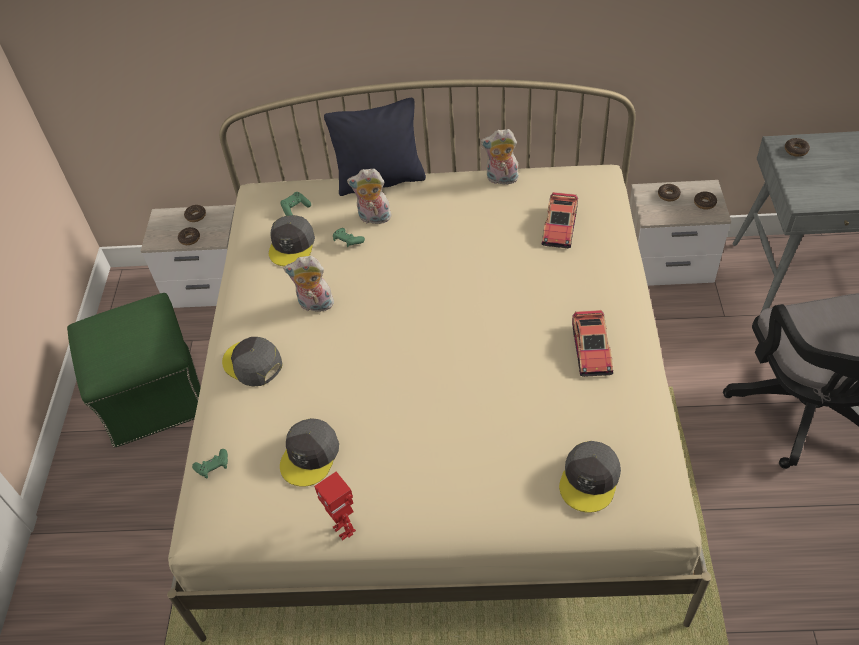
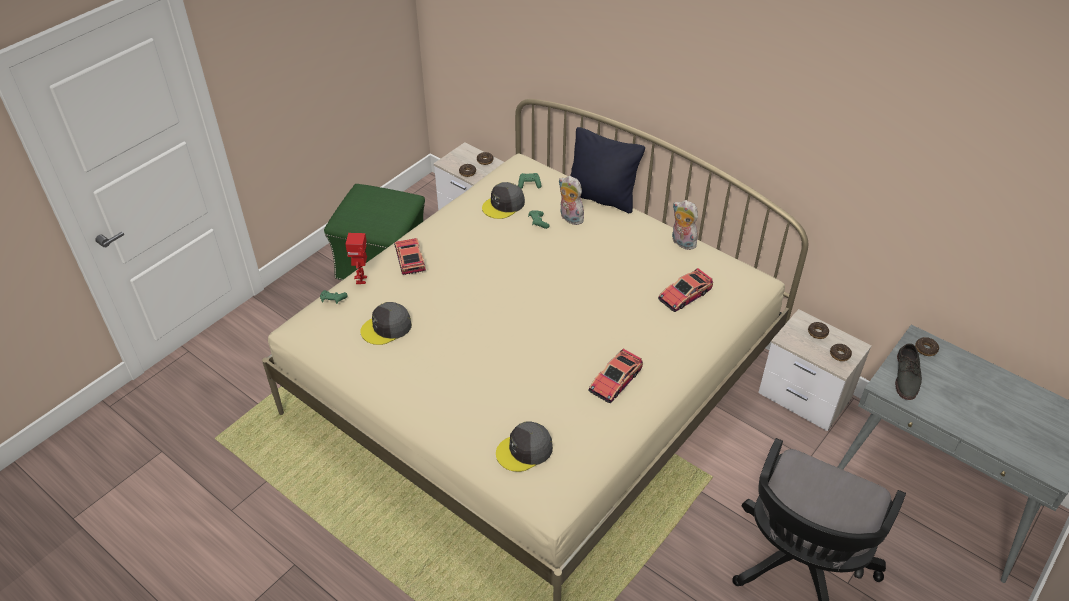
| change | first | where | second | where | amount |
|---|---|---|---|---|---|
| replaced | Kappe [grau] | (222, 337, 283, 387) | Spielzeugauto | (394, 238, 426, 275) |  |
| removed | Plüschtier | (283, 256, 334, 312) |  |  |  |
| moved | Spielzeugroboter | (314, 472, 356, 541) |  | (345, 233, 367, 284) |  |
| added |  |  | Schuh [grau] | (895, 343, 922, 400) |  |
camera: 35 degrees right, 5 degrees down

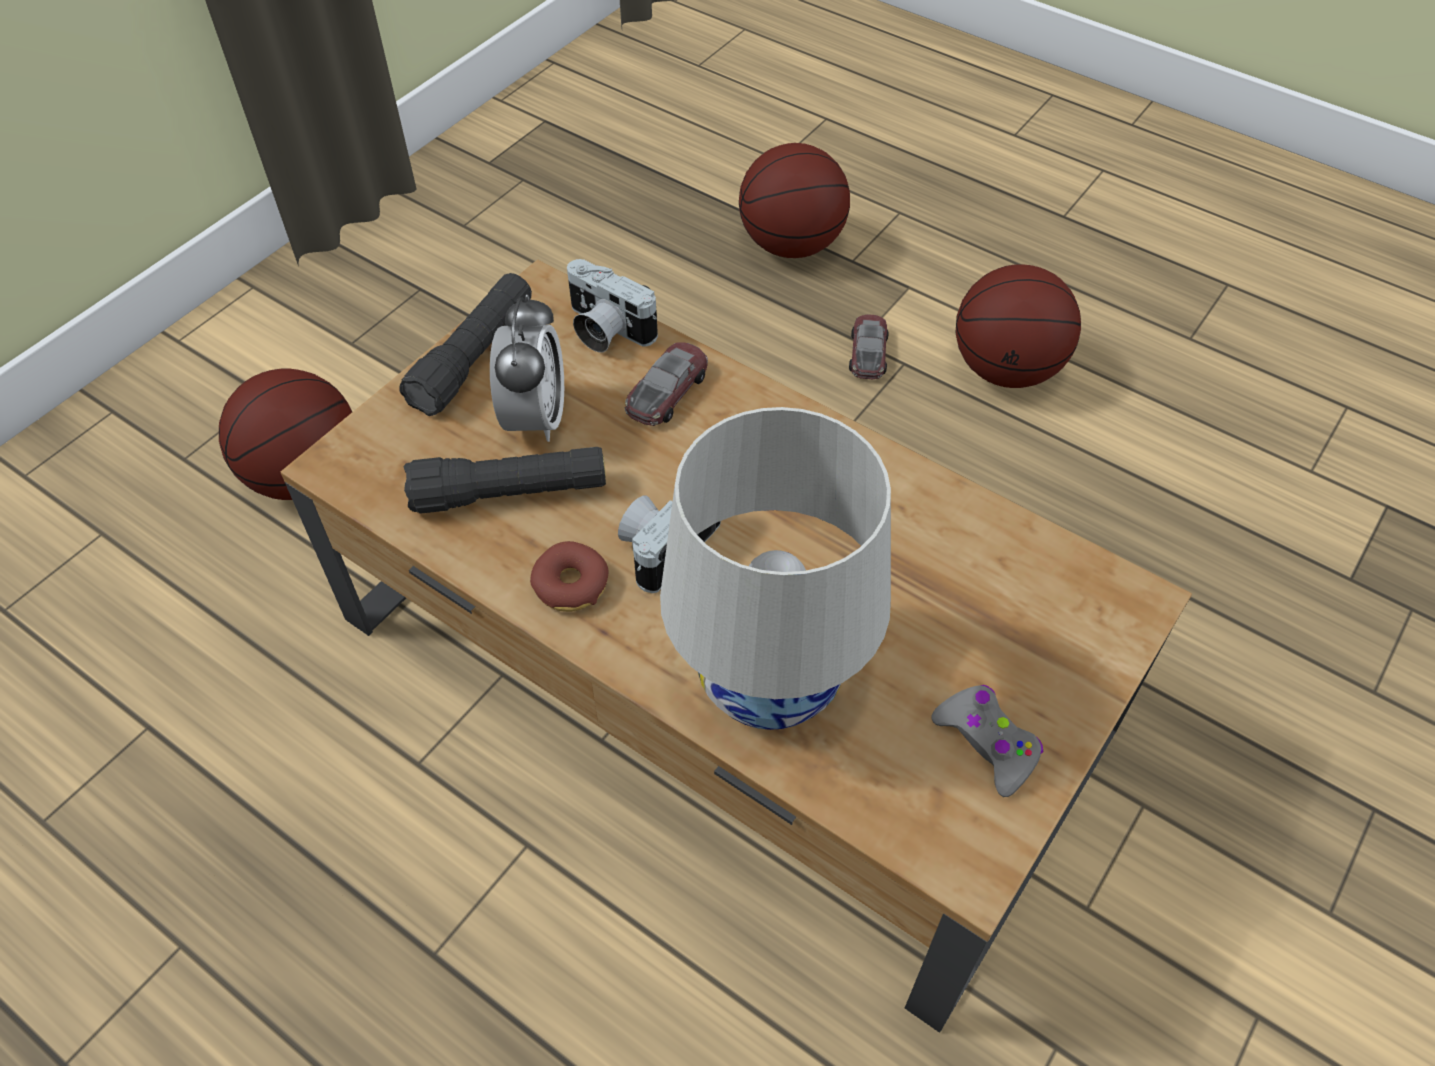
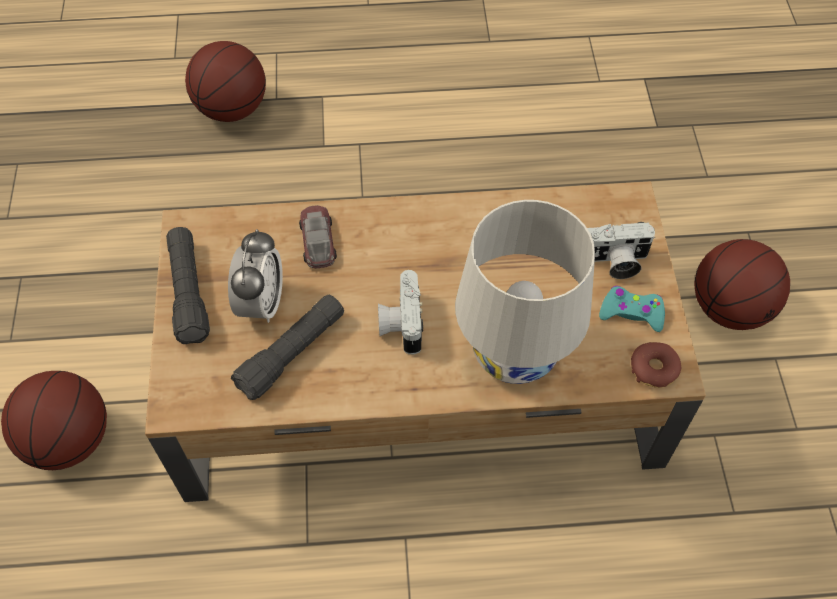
| change | first | where | second | where | amount |
|---|---|---|---|---|---|
| turned | Wecker | (490, 294, 564, 442) |  | (228, 229, 283, 323) | 45 degrees clockwise |
| moved | Donut | (530, 541, 608, 612) |  | (631, 342, 682, 388) |  |
| moved | Kamera | (567, 259, 658, 353) |  | (587, 222, 655, 279) |  |
| removed | Spielzeugauto | (849, 314, 889, 379) |  |  |  |
| recoloured | Gamepad [grau] | (931, 685, 1044, 797) | Gamepad [türkis] | (599, 286, 665, 332) |  |
| moved | Basketball | (955, 264, 1081, 388) |  | (694, 239, 790, 330) |  |
camera: 40 degrees left, 5 degrees up

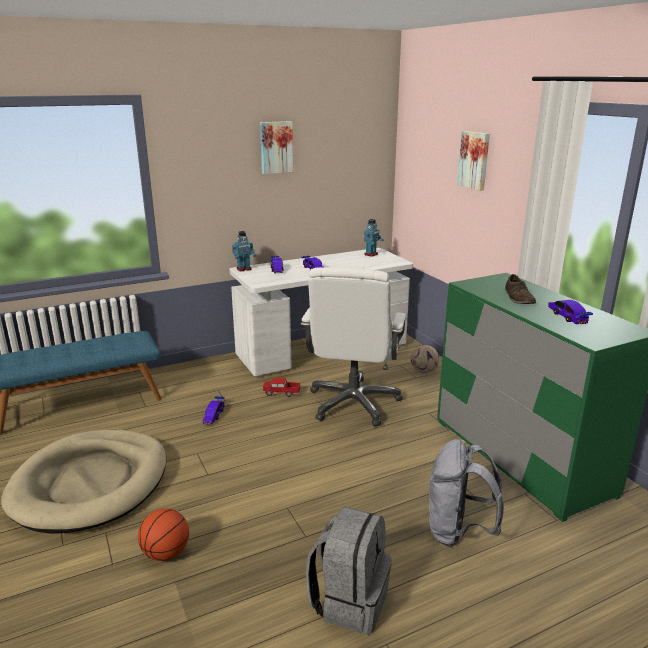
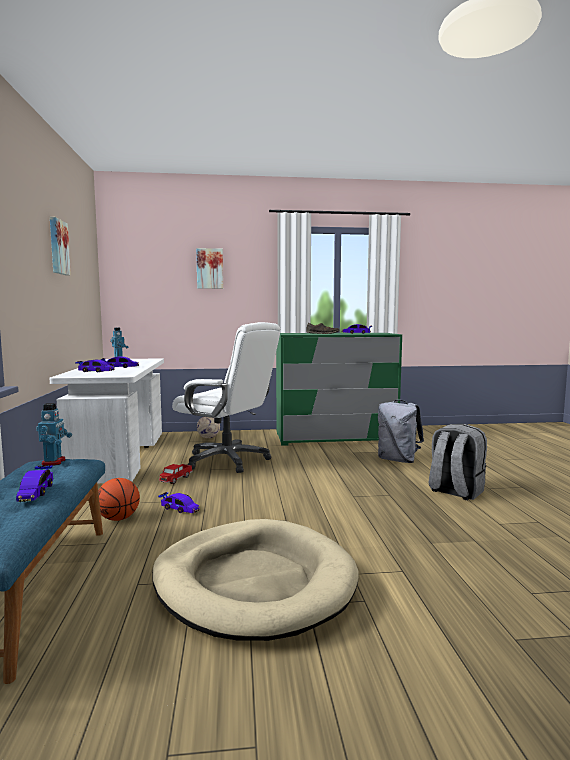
| change | first | where | second | where | amount |
|---|---|---|---|---|---|
| moved | Basketball | (138, 509, 189, 561) |  | (98, 478, 140, 521) |  |
| moved | Spielzeugroboter | (232, 231, 256, 271) |  | (36, 403, 72, 466) |  |
| added |  |  | Spielzeugauto | (16, 465, 53, 502) |  |
camera: 70 degrees left, 15 degrees down

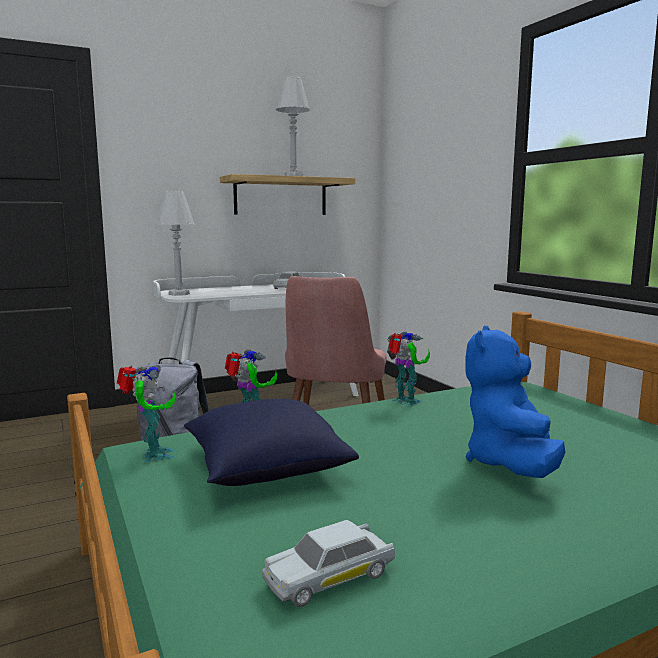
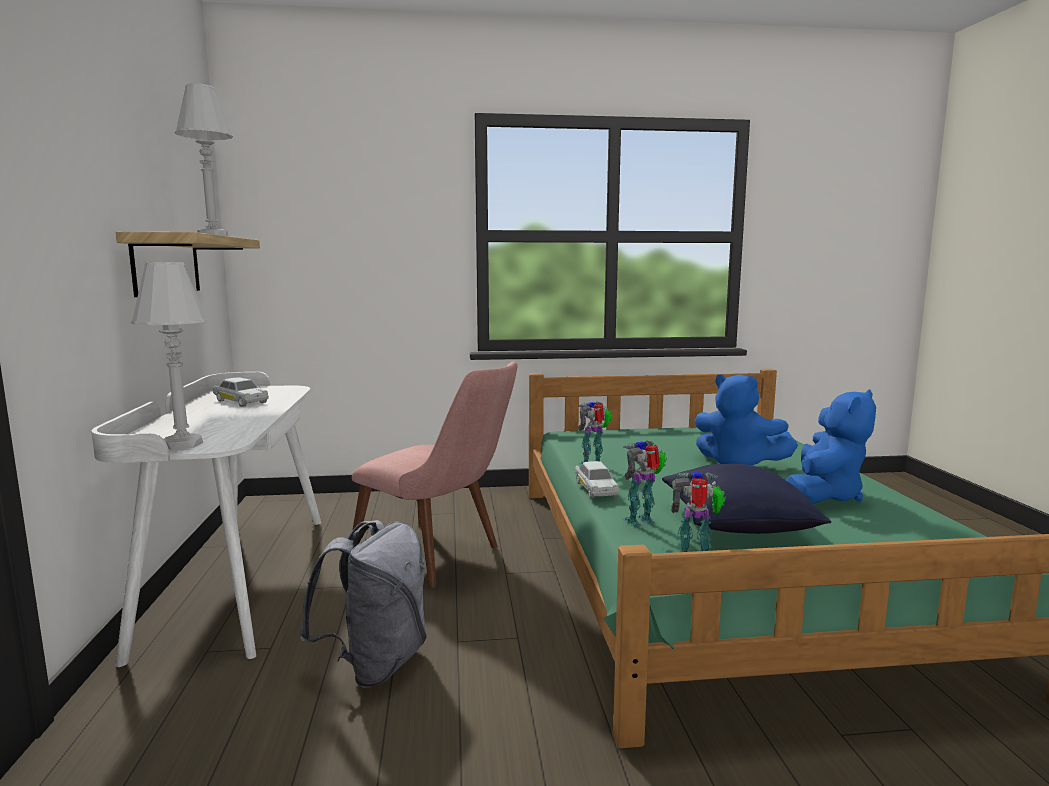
| change | first | where | second | where | amount |
|---|---|---|---|---|---|
| moved | Spielzeugauto [weiß] | (262, 520, 395, 607) |  | (575, 461, 619, 498) |  |
| added |  |  | Plüschtier [blau] | (786, 389, 876, 504) |  |
camera: 70 degrees left, 0 degrees up

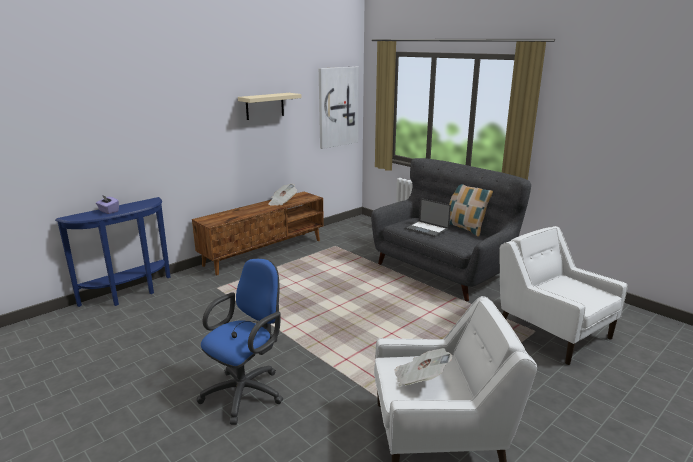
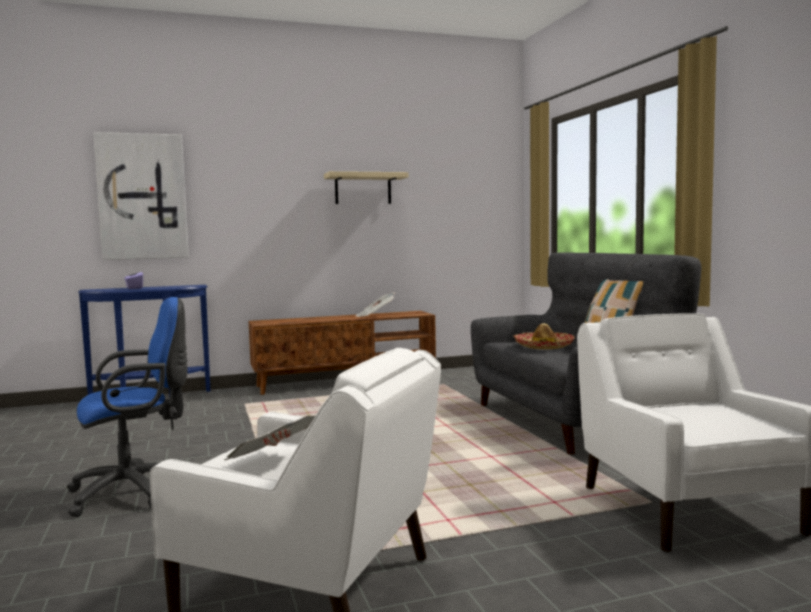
| change | first | where | second | where | amount |
|---|---|---|---|---|---|
| moved | Bild | (319, 66, 359, 149) |  | (93, 132, 189, 260) |  |
| replaced | Laptop | (405, 198, 451, 237) | Hut | (513, 323, 575, 349) |  |
camera: 25 degrees right, 15 degrees down

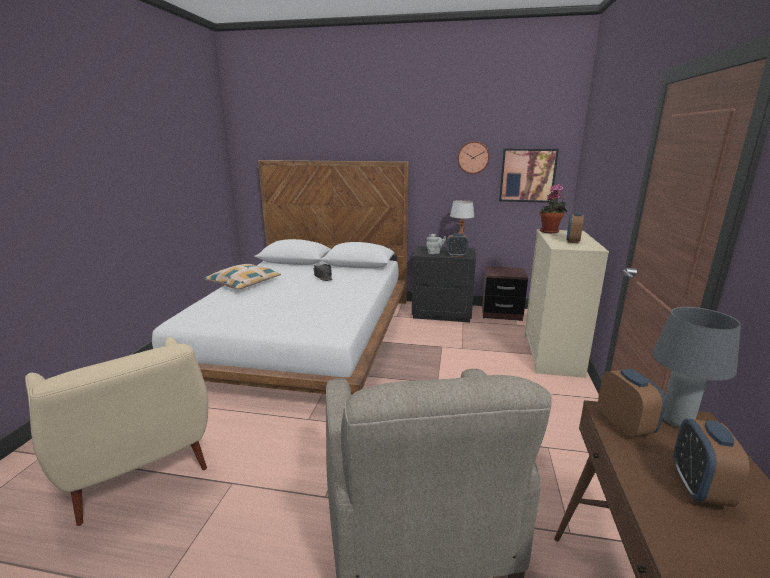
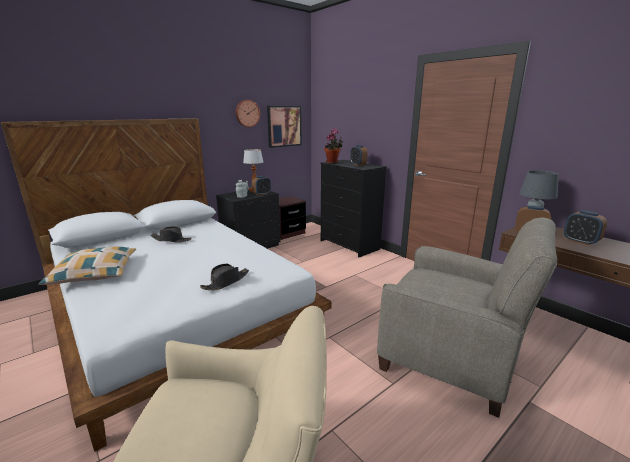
| change | first | where | second | where | amount |
|---|---|---|---|---|---|
| recoloured | Kommode [beige] | (524, 229, 609, 378) | Kommode [schwarz] | (320, 160, 387, 257) |  |
| added |  |  | Hut [schwarz] | (200, 264, 249, 290) |  |
camera: 50 degrees left, 0 degrees up

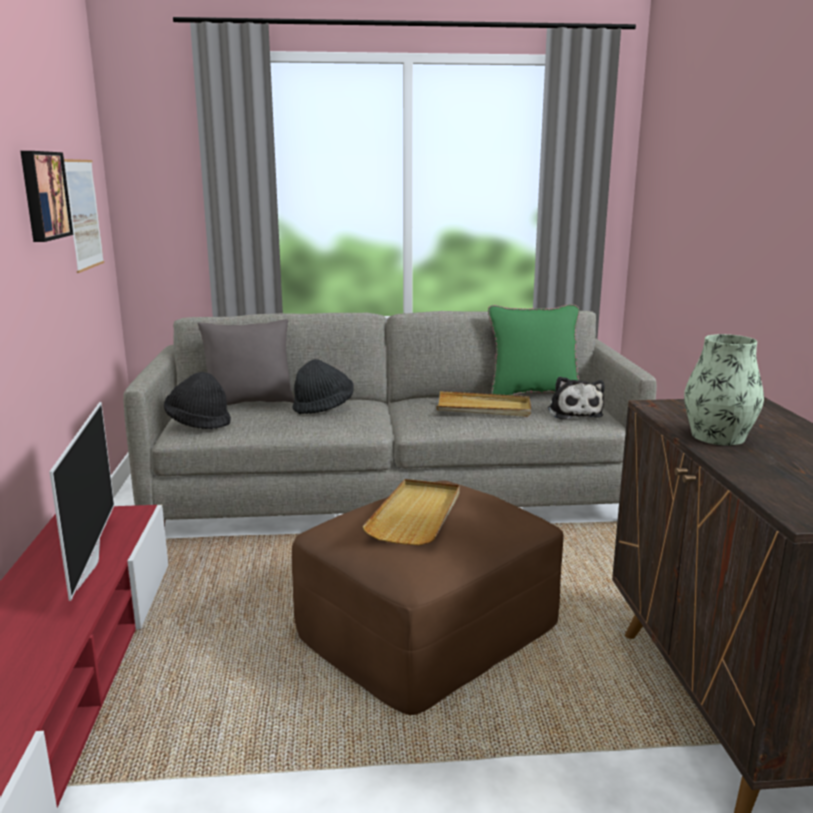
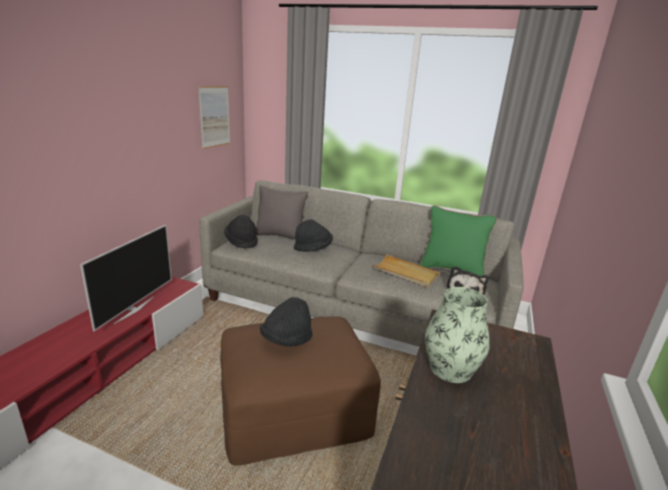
| change | first | where | second | where | amount |
|---|---|---|---|---|---|
| removed | Bild | (20, 151, 73, 242) |  |  |  |
| replaced | Tablett [beige] | (362, 479, 460, 546) | Hut [schwarz] | (260, 297, 312, 347) |  |
camera: 25 degrees right, 5 degrees up

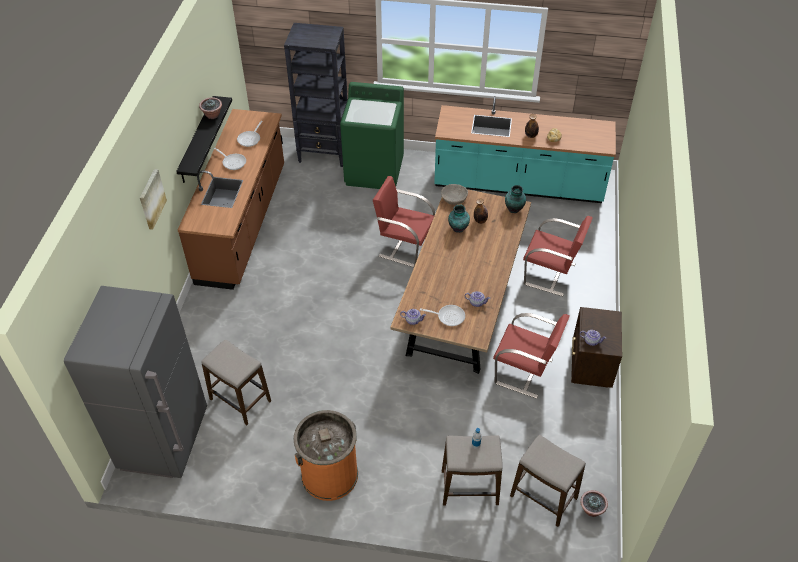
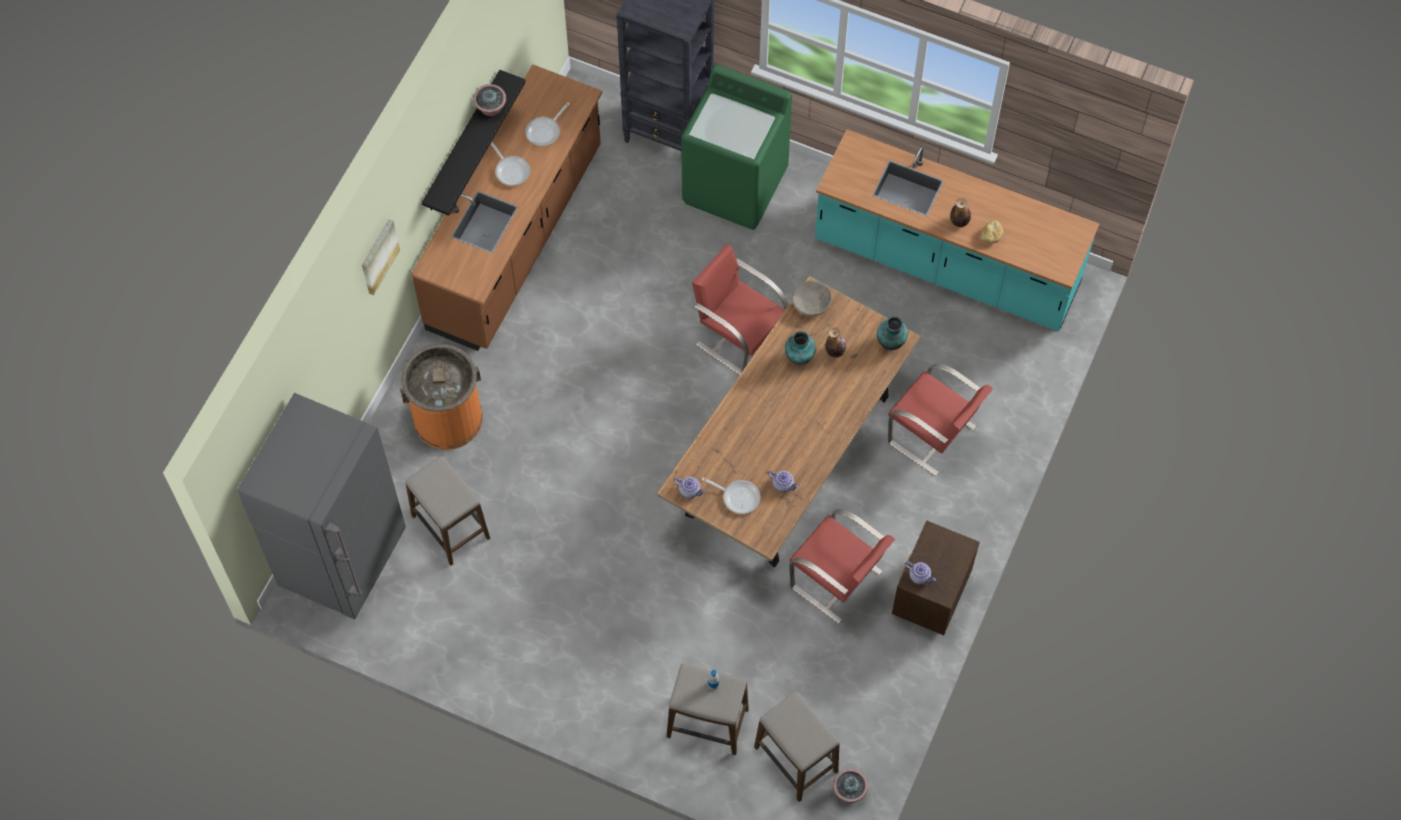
| change | first | where | second | where | amount |
|---|---|---|---|---|---|
| moved | Mülleimer [orange] | (294, 410, 358, 501) |  | (400, 344, 483, 450) |  |
camera: 15 degrees right, 15 degrees up

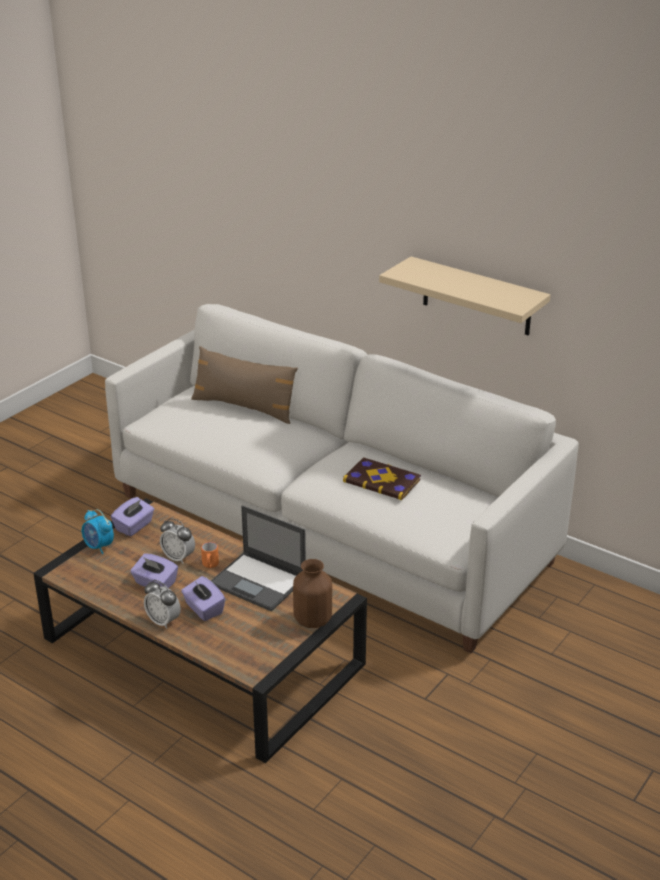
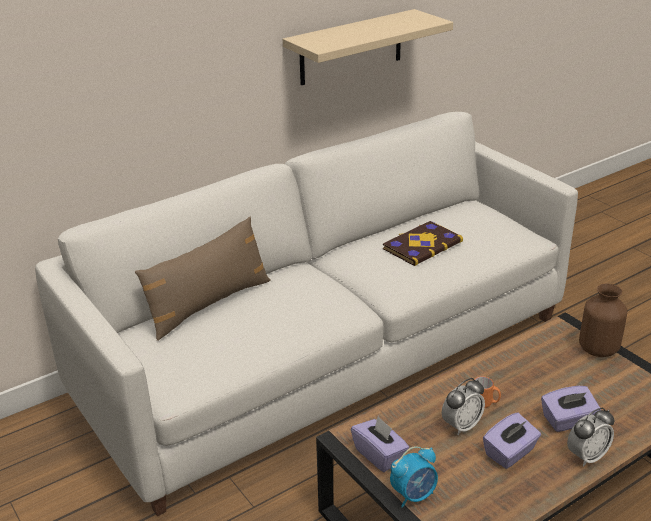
| change | first | where | second | where | amount |
|---|---|---|---|---|---|
| removed | Laptop | (211, 505, 306, 612) |  |  |  |
camera: 70 degrees left, 0 degrees up

